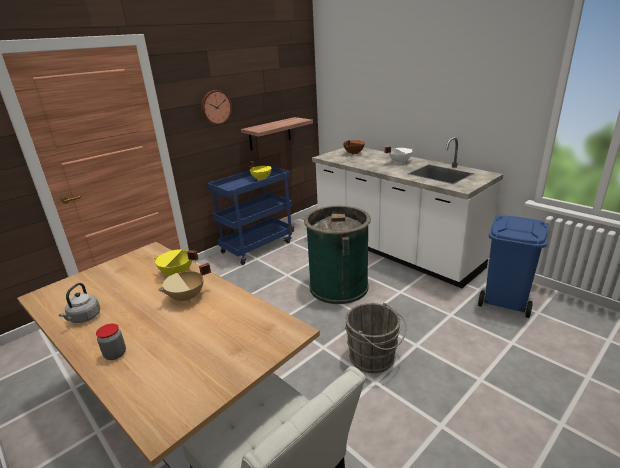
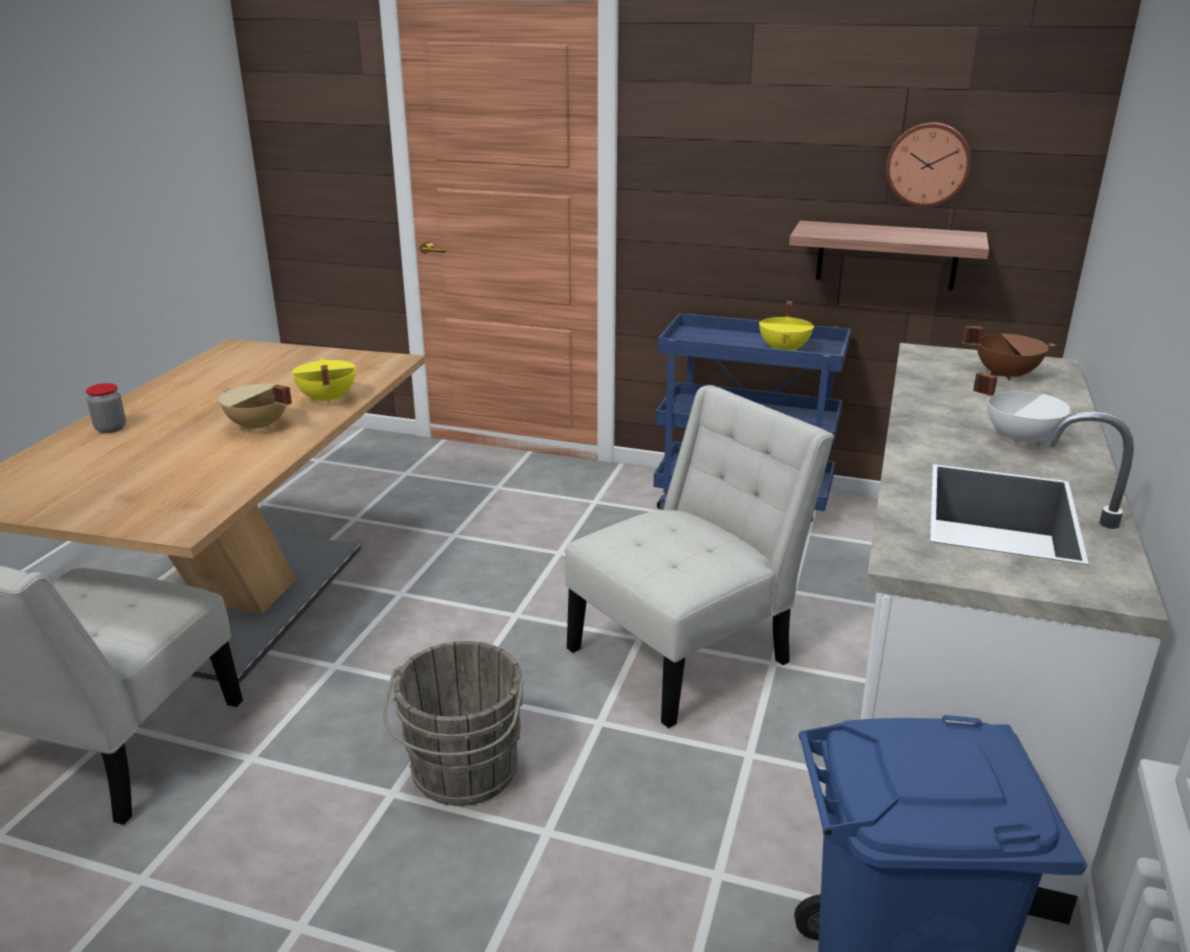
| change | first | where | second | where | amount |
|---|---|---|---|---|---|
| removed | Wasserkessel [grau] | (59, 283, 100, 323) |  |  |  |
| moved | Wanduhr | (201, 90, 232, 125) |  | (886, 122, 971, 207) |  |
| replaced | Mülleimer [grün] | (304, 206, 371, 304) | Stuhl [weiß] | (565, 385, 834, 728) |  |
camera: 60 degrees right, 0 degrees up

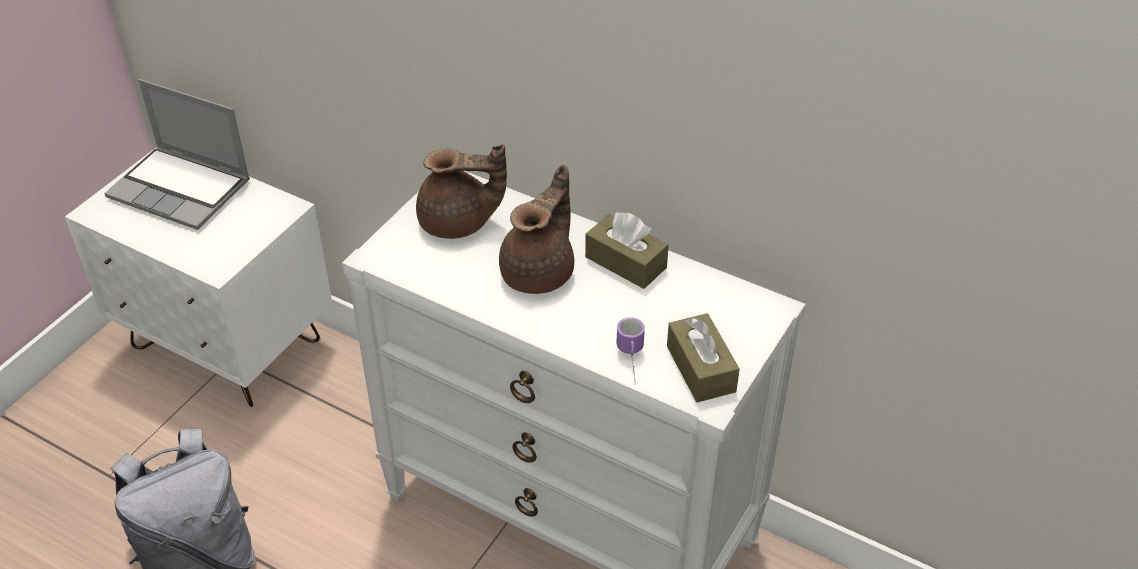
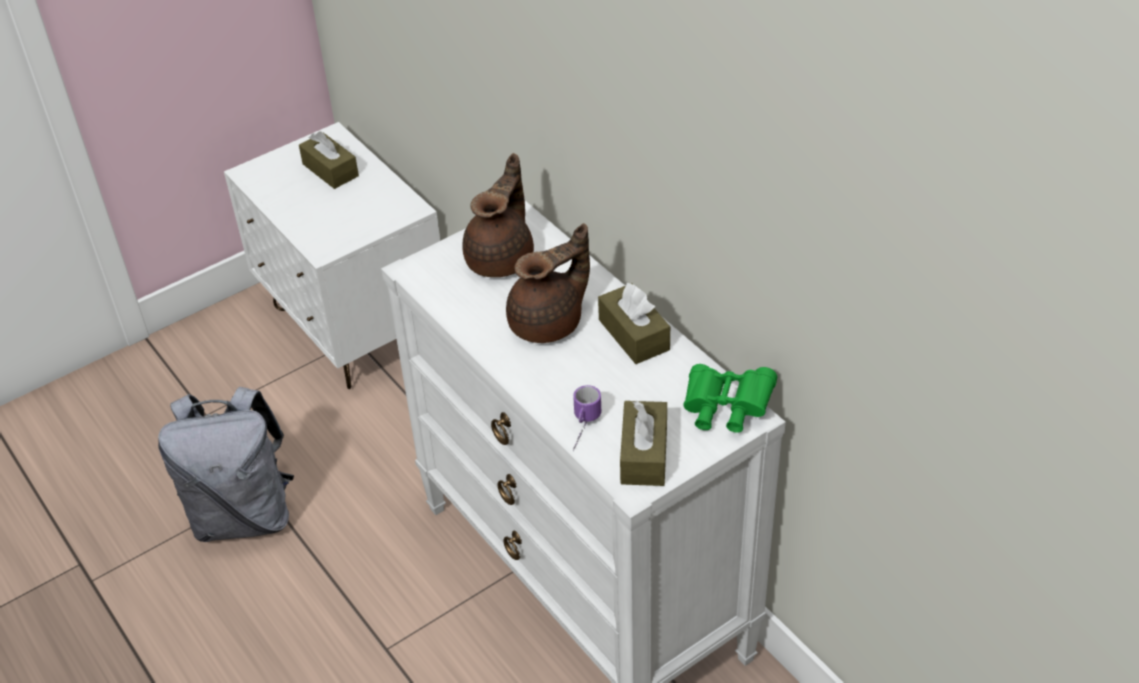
| change | first | where | second | where | amount |
|---|---|---|---|---|---|
| replaced | Laptop | (104, 79, 250, 230) | Taschentuchbox [braun] | (299, 131, 359, 189) |  |
| turned | Teekanne [braun] | (416, 144, 507, 239) |  | (462, 153, 534, 277) | 90 degrees counterclockwise |
| added |  |  | Fernglas [grün] | (683, 364, 777, 433) |  |
camera: 25 degrees right, 0 degrees up

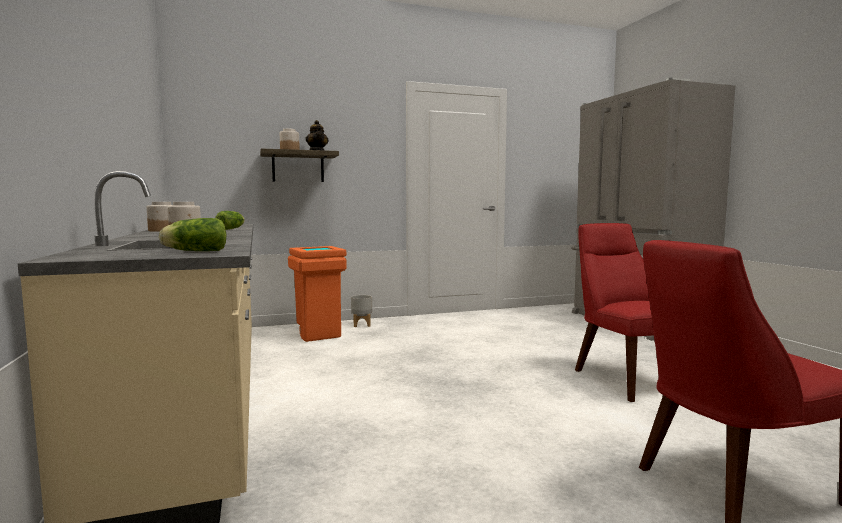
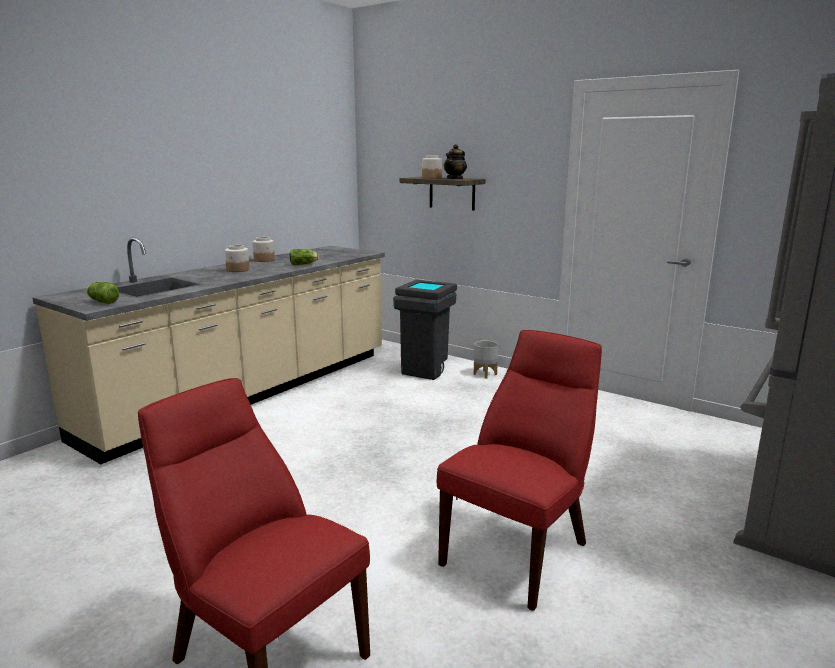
| change | first | where | second | where | amount |
|---|---|---|---|---|---|
| recoloured | Mülleimer [orange] | (288, 246, 346, 342) | Mülleimer [grau] | (393, 280, 457, 380) |  |
camera: 55 degrees right, 10 degrees up

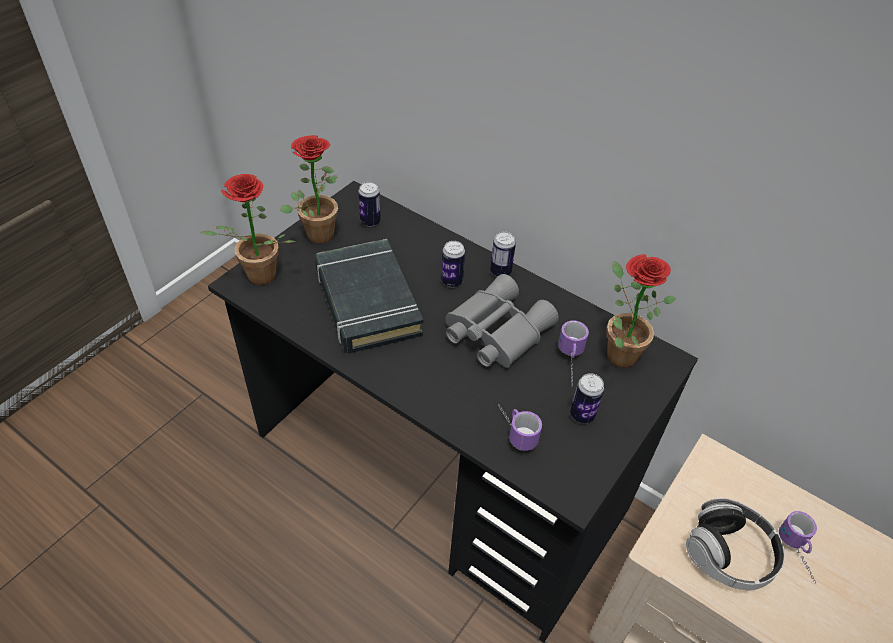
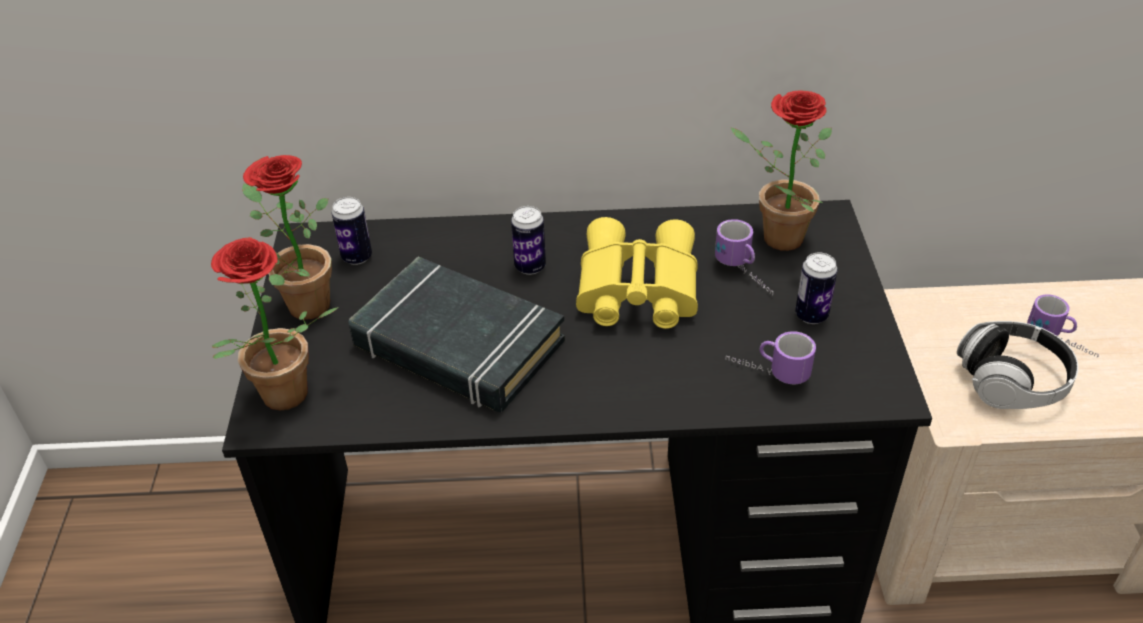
| change | first | where | second | where | amount |
|---|---|---|---|---|---|
| recoloured | Fernglas [grau] | (445, 274, 559, 368) | Fernglas [gelb] | (576, 217, 698, 329) |  |
| removed | Dose | (490, 232, 516, 277) |  |  |  |
camera: 35 degrees left, 5 degrees down

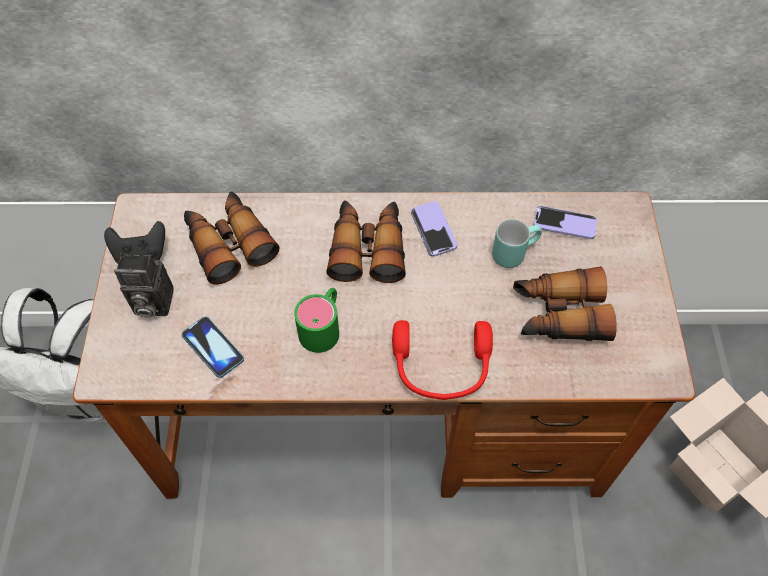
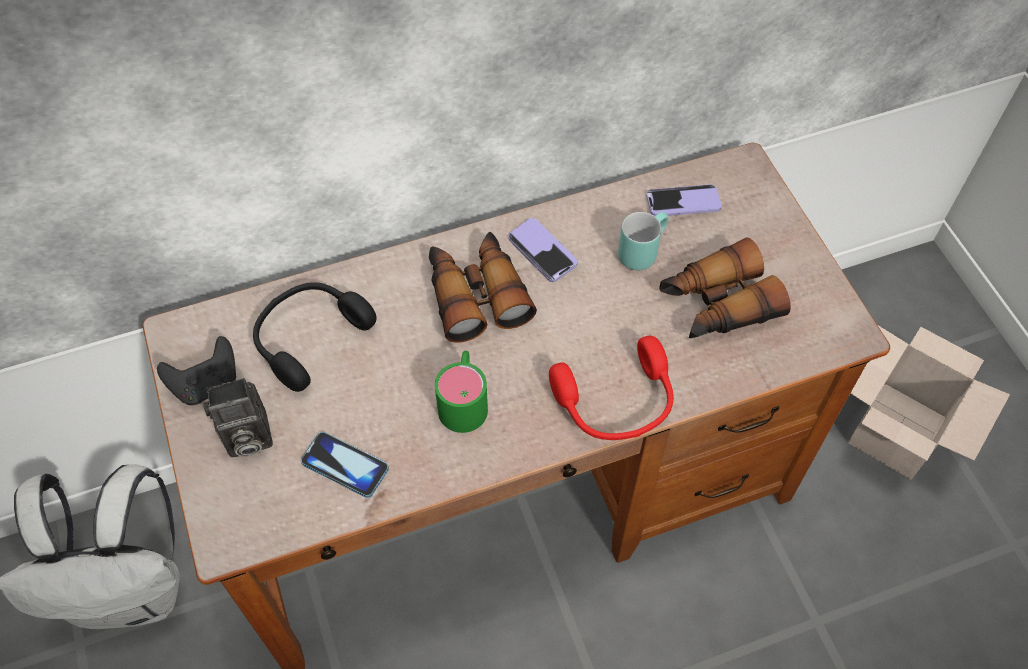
| change | first | where | second | where | amount |
|---|---|---|---|---|---|
| replaced | Fernglas | (184, 191, 279, 285) | Kopfhörer [schwarz] | (253, 282, 377, 392) |  |
camera: 20 degrees left, 0 degrees up

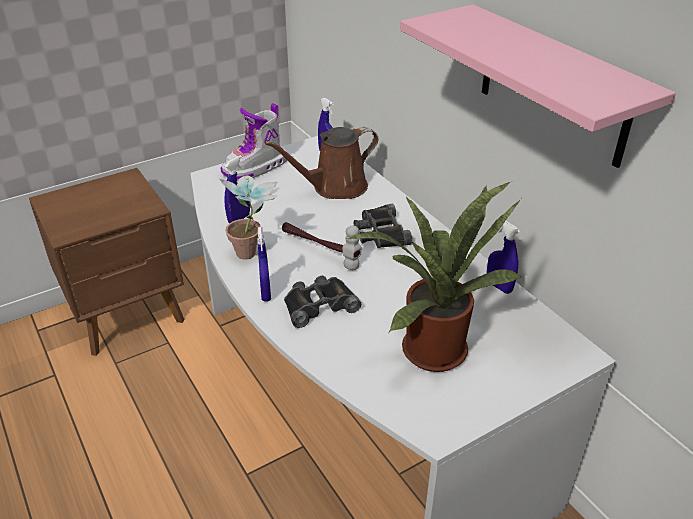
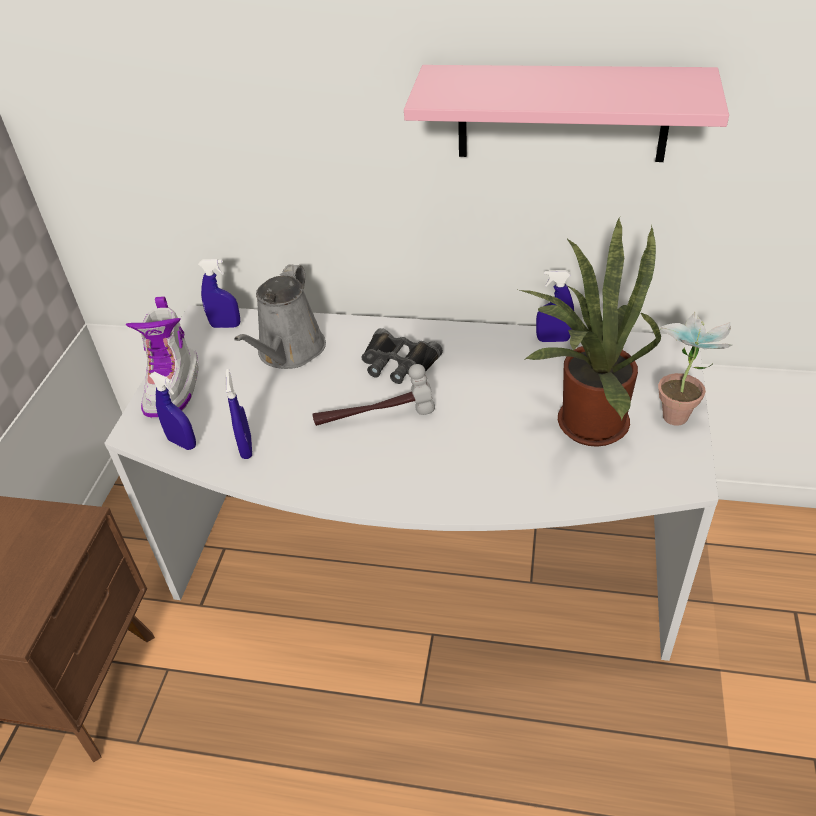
| change | first | where | second | where | amount |
|---|---|---|---|---|---|
| moved | Topfpflanze | (220, 175, 278, 260) |  | (658, 312, 732, 426) |  |
| moved | Sprühflasche [blau] | (257, 227, 271, 302) |  | (149, 372, 196, 450) |  |
| recoloured | Gießkanne [braun] | (265, 127, 378, 199) | Gießkanne [grau] | (234, 264, 326, 369) |  |
| removed | Fernglas [schwarz] | (284, 276, 361, 328) |  |  |  |
camera: 45 degrees left, 5 degrees up

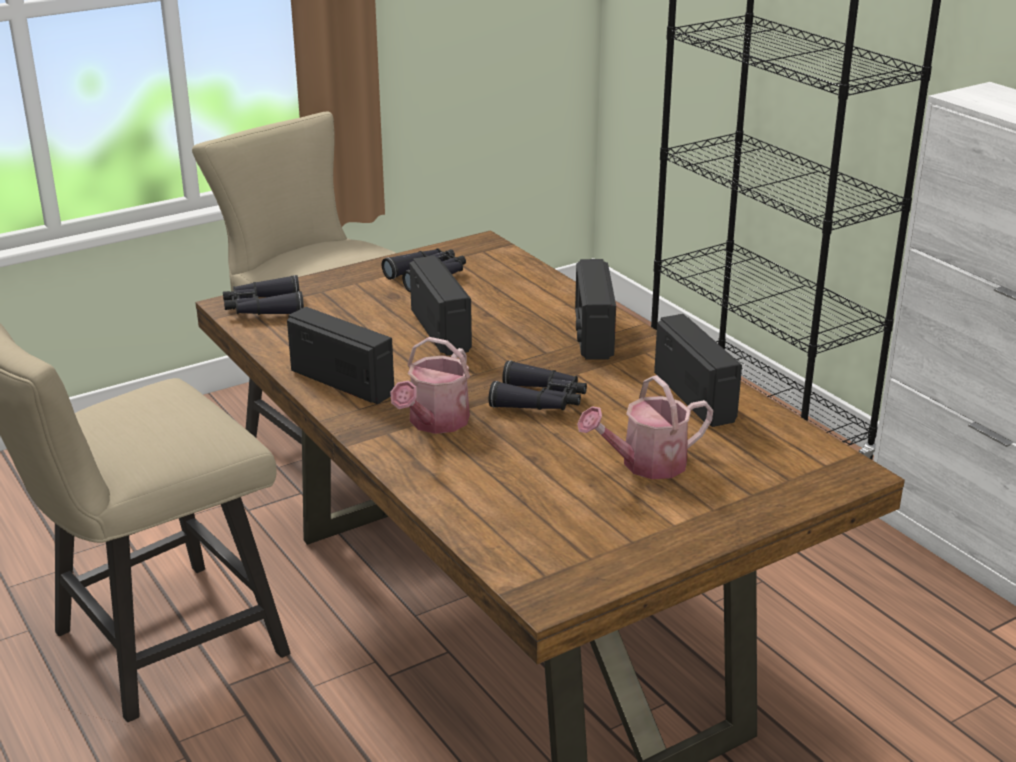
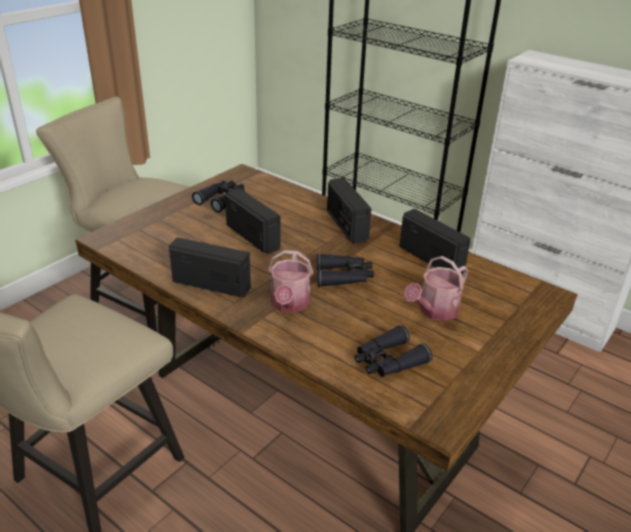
| change | first | where | second | where | amount |
|---|---|---|---|---|---|
| moved | Fernglas [schwarz] | (223, 275, 304, 315) |  | (355, 325, 432, 377) |  |
camera: 20 degrees left, 5 degrees up

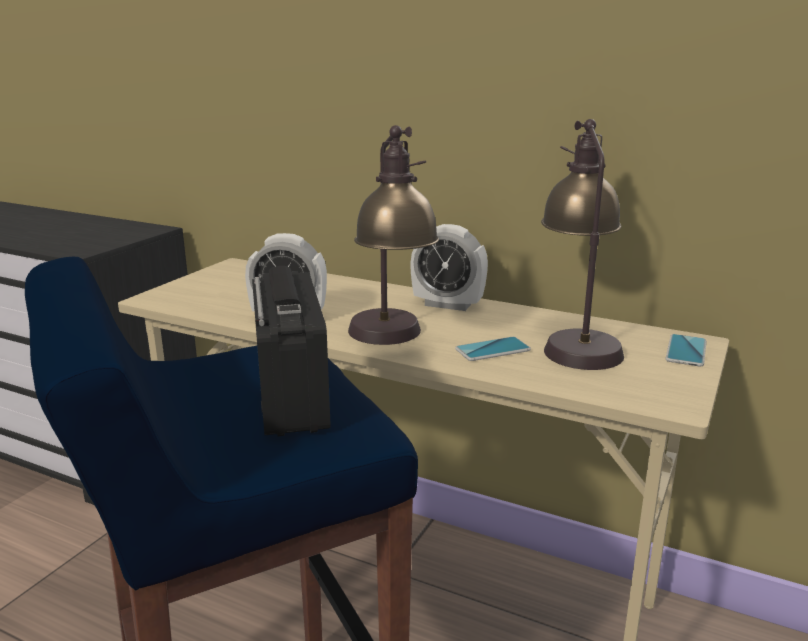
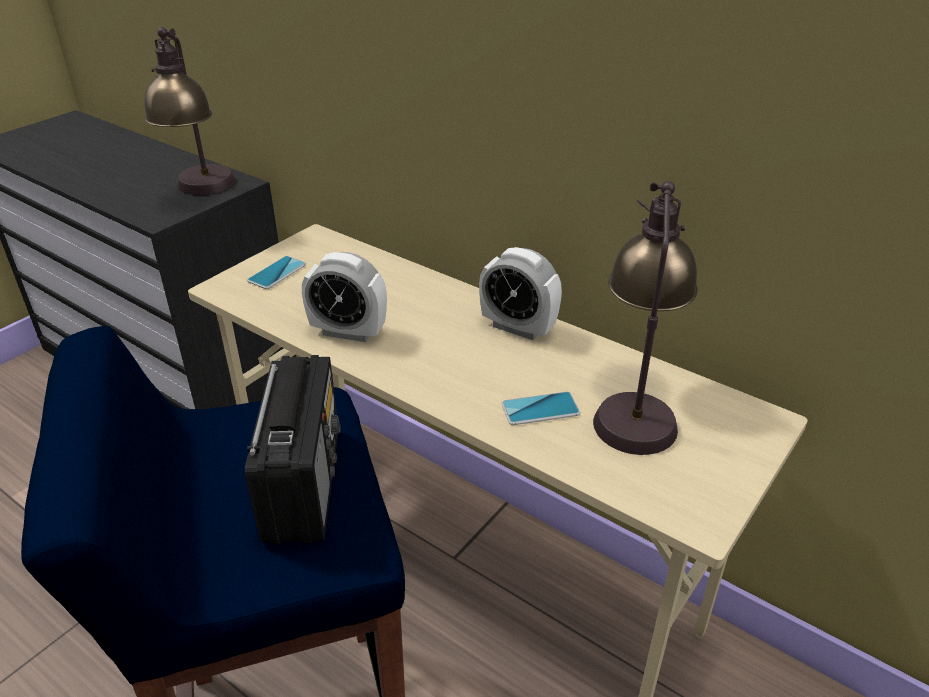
| change | first | where | second | where | amount |
|---|---|---|---|---|---|
| moved | Tischlampe | (348, 125, 439, 345) |  | (144, 27, 236, 195) |  |
| moved | Handy | (665, 334, 707, 366) |  | (247, 256, 306, 289) |  |
camera: 10 degrees right, 15 degrees up

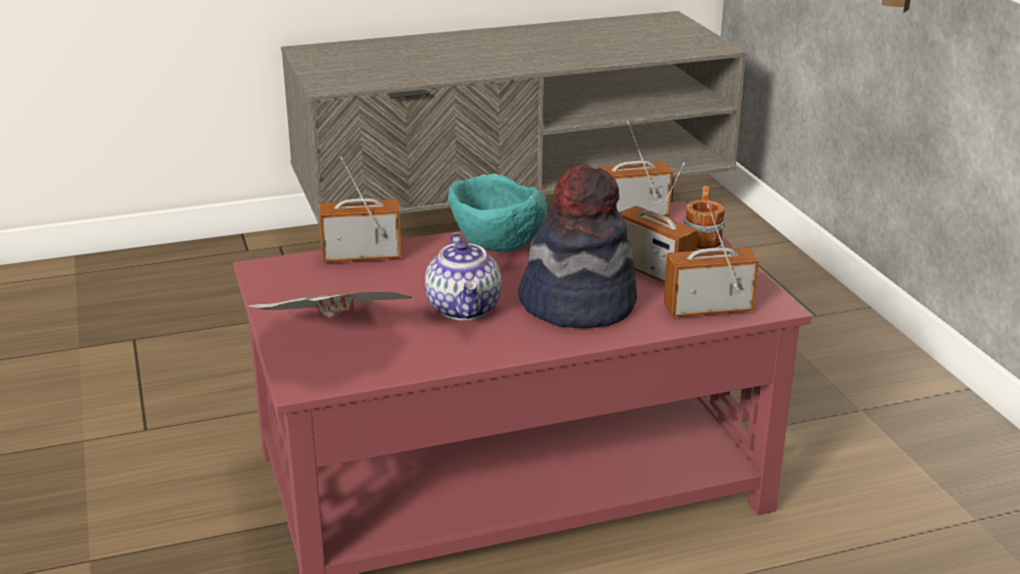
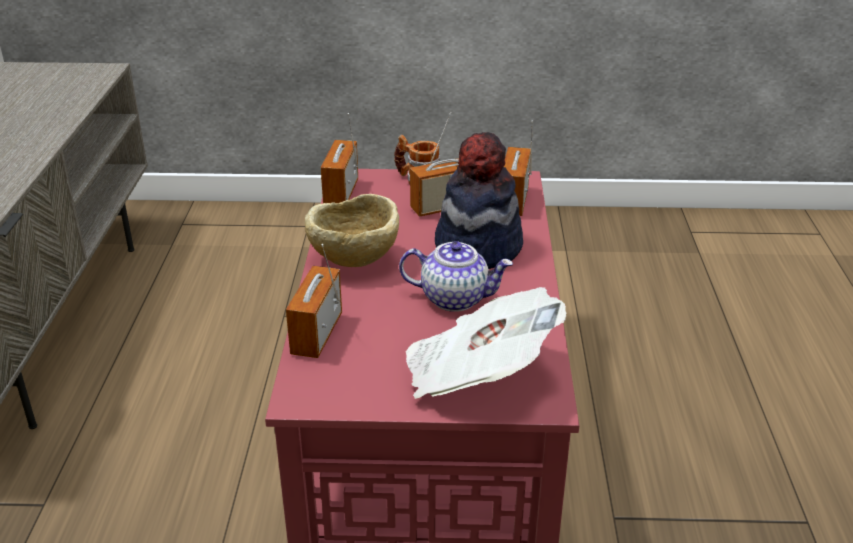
| change | first | where | second | where | amount |
|---|---|---|---|---|---|
| recoloured | Schüssel [türkis] | (448, 173, 547, 252) | Schüssel [beige] | (305, 194, 399, 267) |  |
camera: 70 degrees left, 5 degrees up

